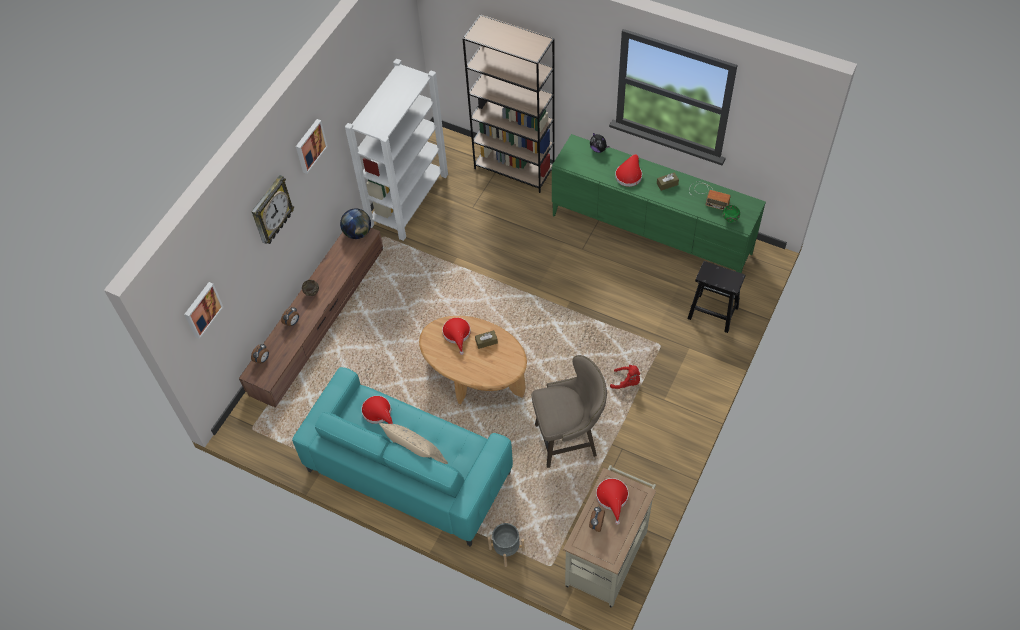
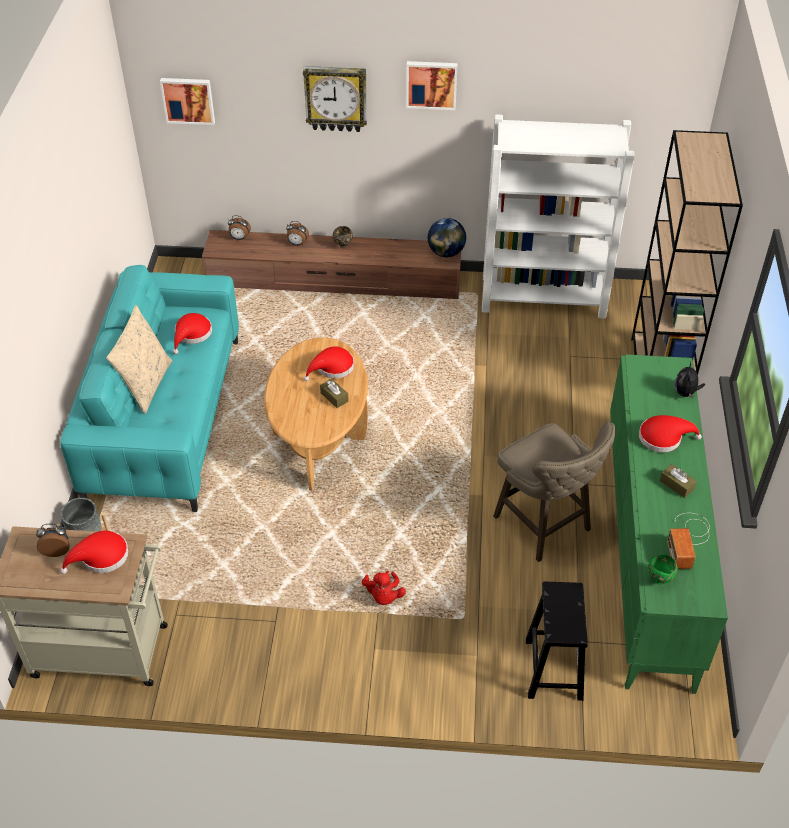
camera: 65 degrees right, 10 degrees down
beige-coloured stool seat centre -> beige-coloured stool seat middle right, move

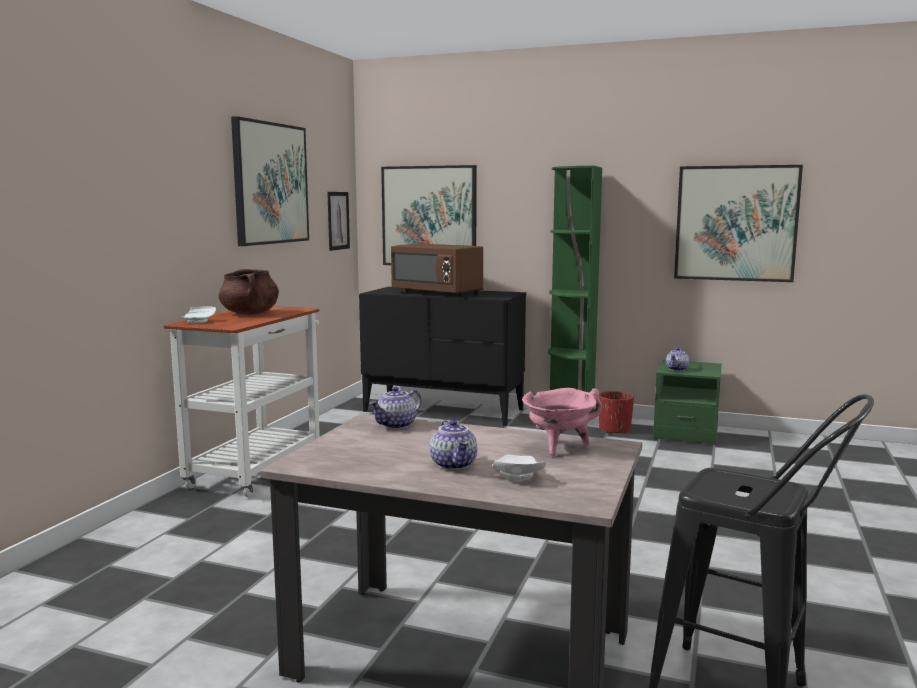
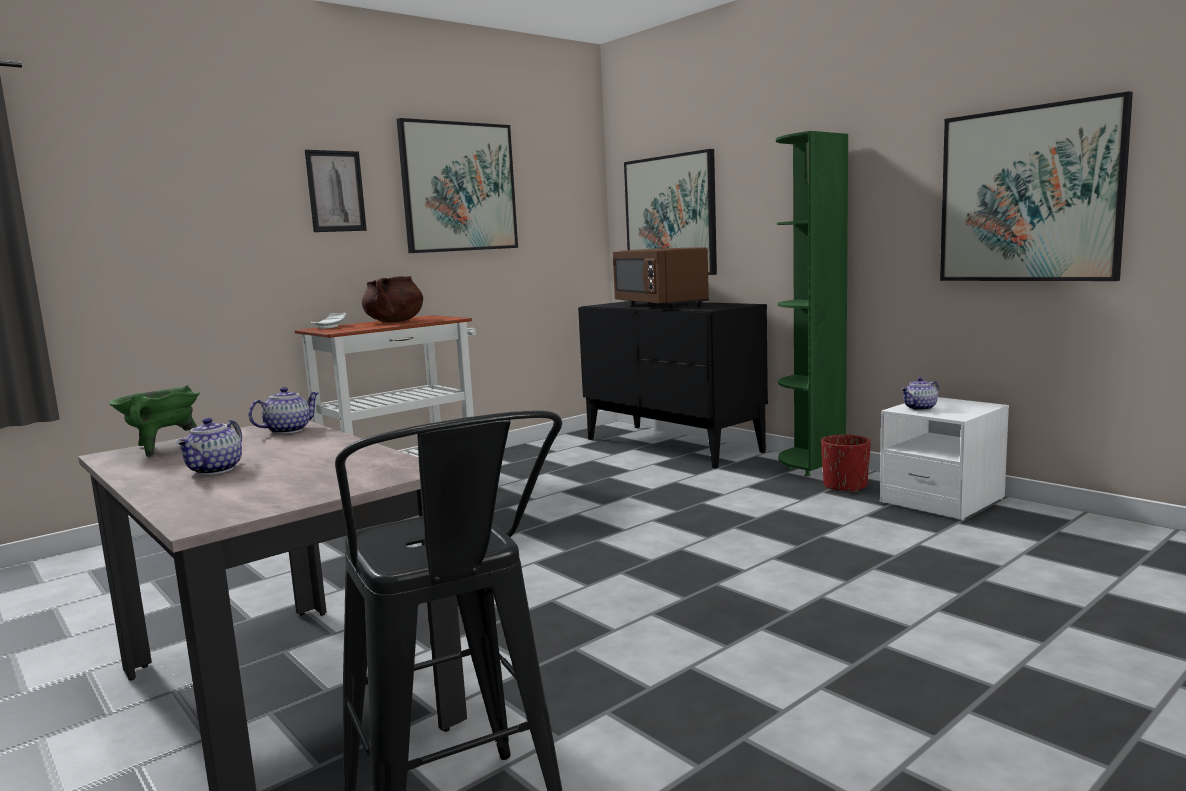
camera: 30 degrees right, 0 degrees up
wall art (2nd from left in the first image) top centre -> wall art (1st from left) top left, move
teapot (1st from left in the first image) centre -> teapot (2nd from left) middle left, 150 degrees clockwise
white-coloured dinner plate (2nd from left) bottom centre -> none
pinkish cooking pot centre -> none
green-coloured nightstand middle right -> white-coloured nightstand middle right
none -> green-coloured cooking pot middle left

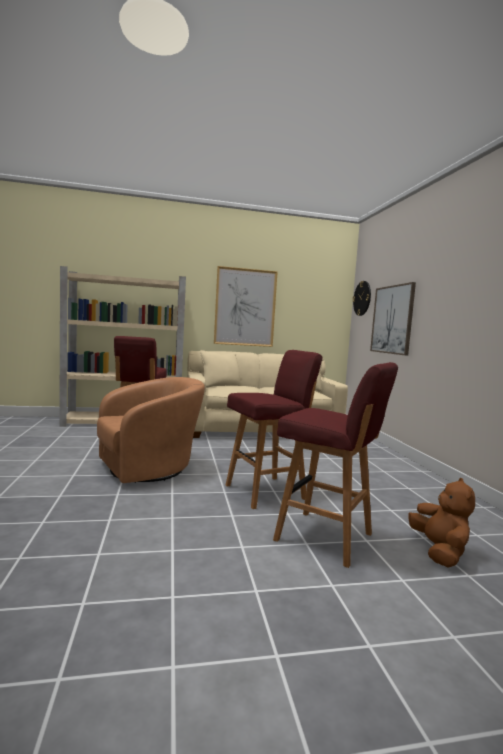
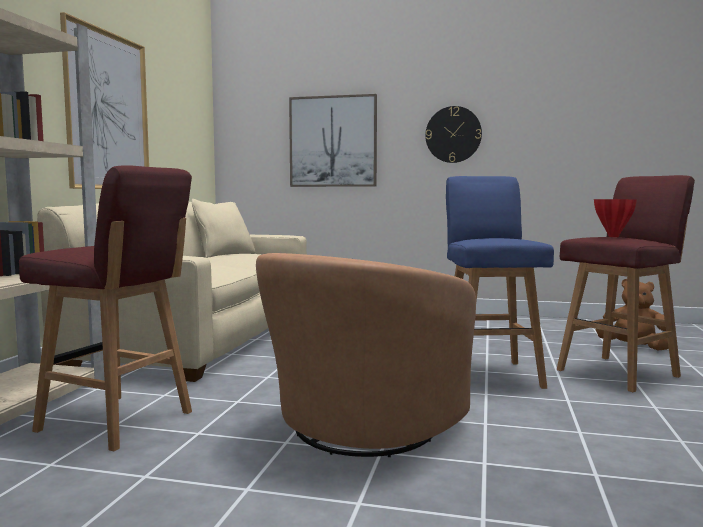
camera: 65 degrees left, 0 degrees up
brown-coloured lounge chair middle left -> brown-coloured lounge chair bottom centre, 135 degrees counterclockwise
red stool seat (2nd from left) centre -> blue-coloured stool seat middle right
hanging clock middle right -> hanging clock top centre, move
none -> red decorative vase middle right

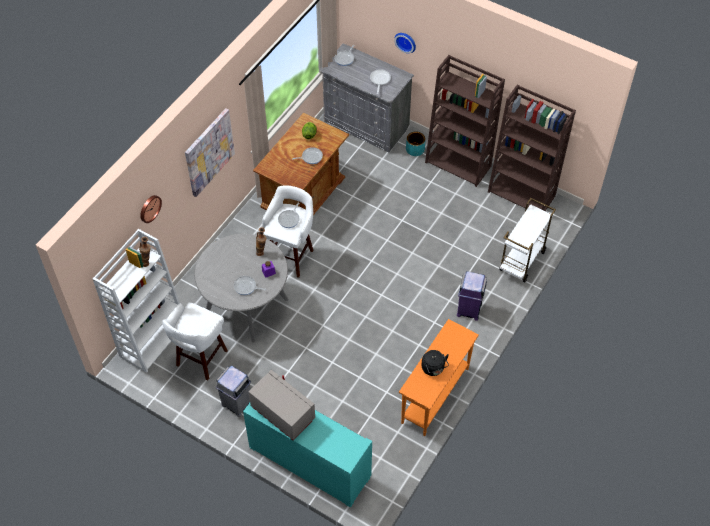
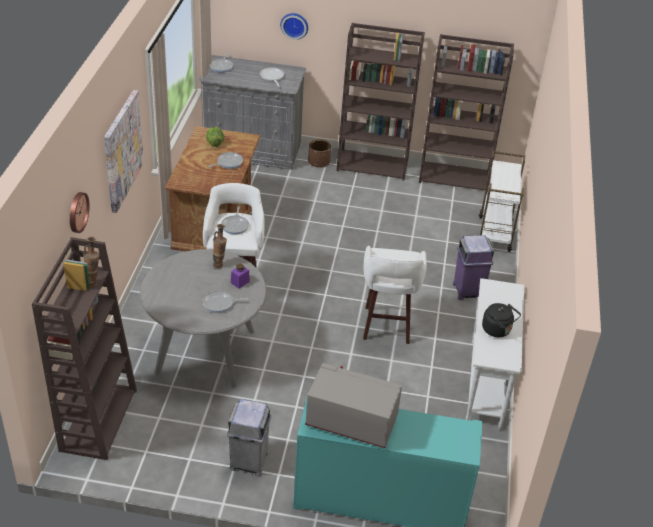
camera: 25 degrees left, 15 degrees down
white-coloured bookshelf middle left -> brown-coloured bookshelf (1st from left) middle left
white-coloured stool seat (1st from left in the first image) middle left -> white-coloured stool seat (2nd from left) centre, move
orange-coloured hall table bottom centre -> white-coloured hall table bottom right
turquoise-coloured flower pot top centre -> brown-coloured flower pot top centre

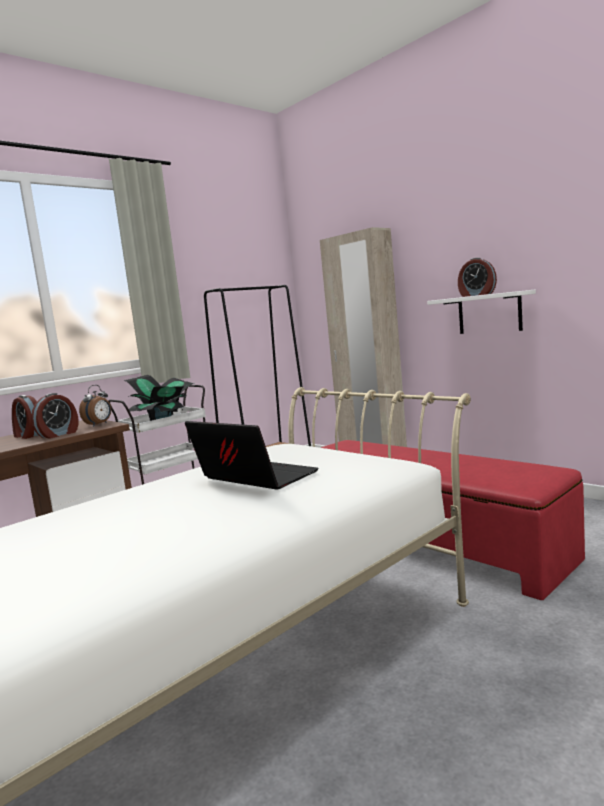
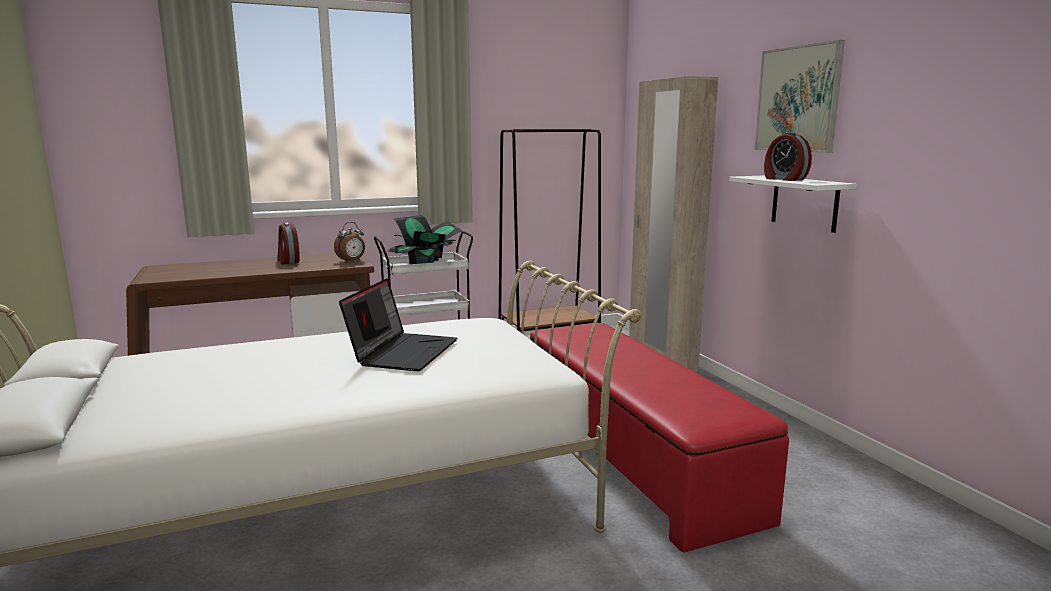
camera: 20 degrees right, 5 degrees up
bedside clock (2nd from left) middle left -> none
portable computer centre, 45 degrees clockwise
none -> wall art top right

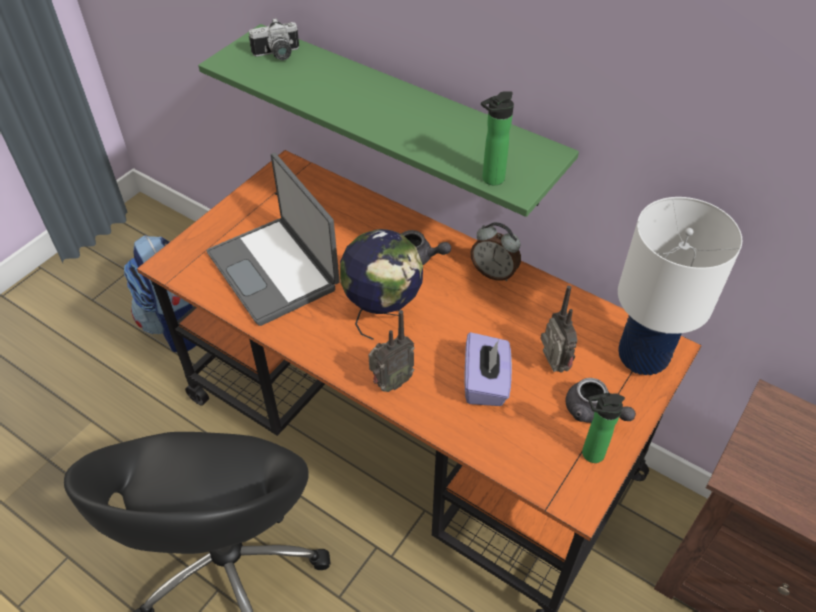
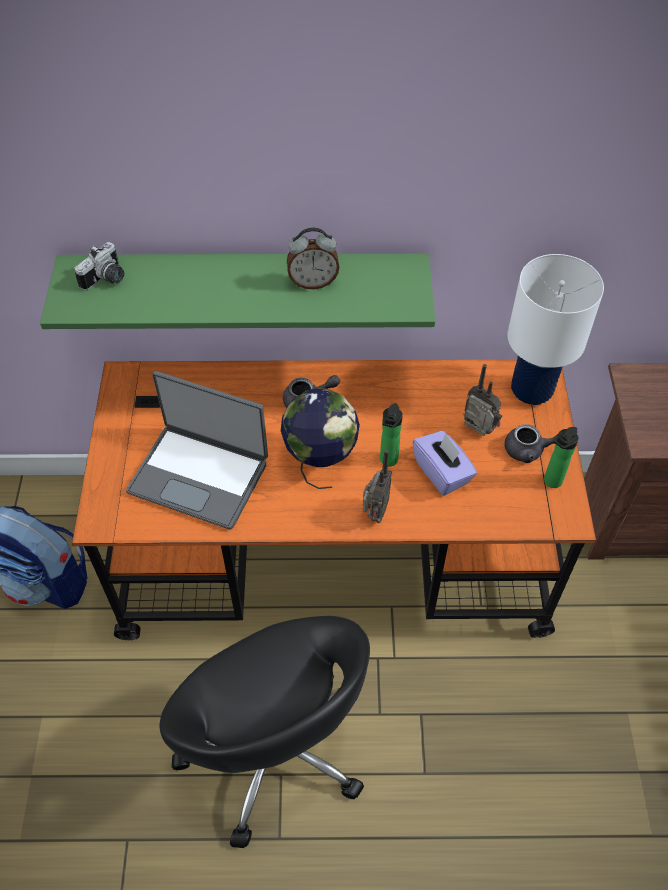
camera: 35 degrees left, 5 degrees up
bedside clock centre -> bedside clock top centre, move
beverage bottle (1st from left) top centre -> beverage bottle (1st from left) centre, move

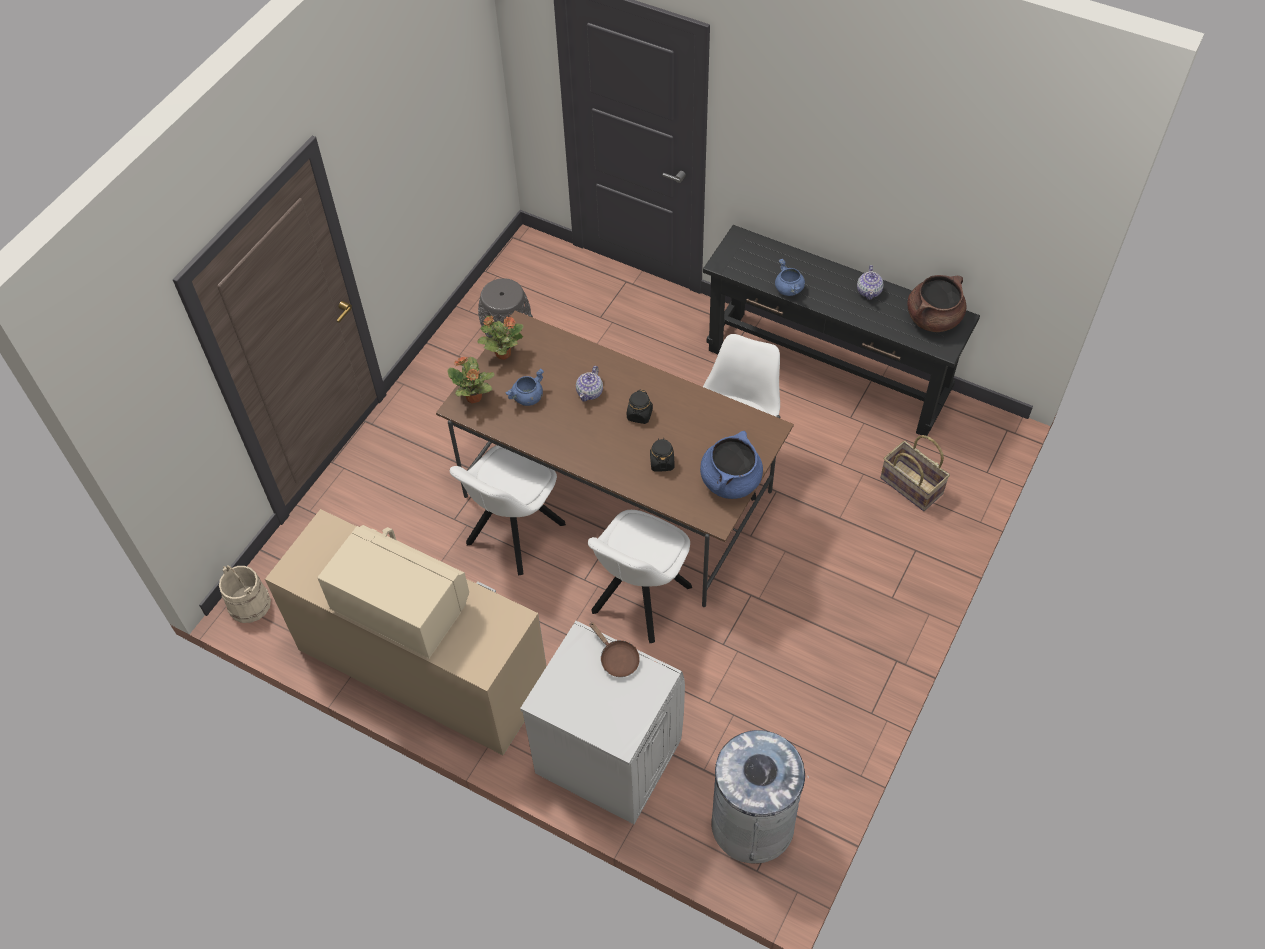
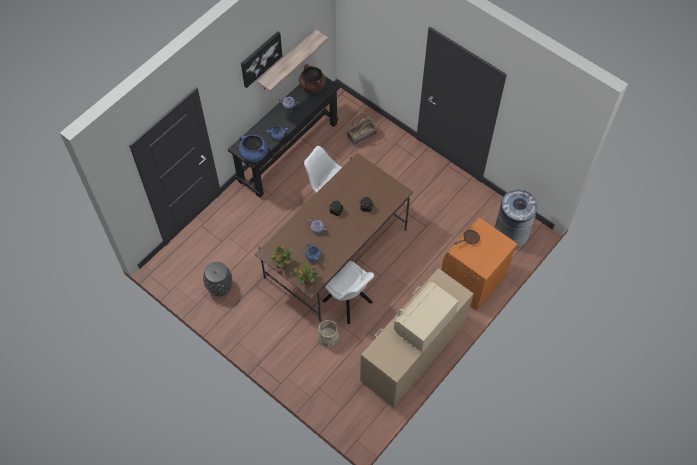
camera: 80 degrees left, 5 degrees up
beige-coloured pail middle left -> beige-coloured pail bottom centre, move
white-coloured laundry machine bottom centre -> orange-coloured laundry machine middle right
white-coloured plain chair (2nd from left) centre -> none
blue-coloured cooking pot (2nd from left in the first image) centre -> blue-coloured cooking pot (1st from left) top centre, move
none -> wall art top centre
none -> shelf top centre

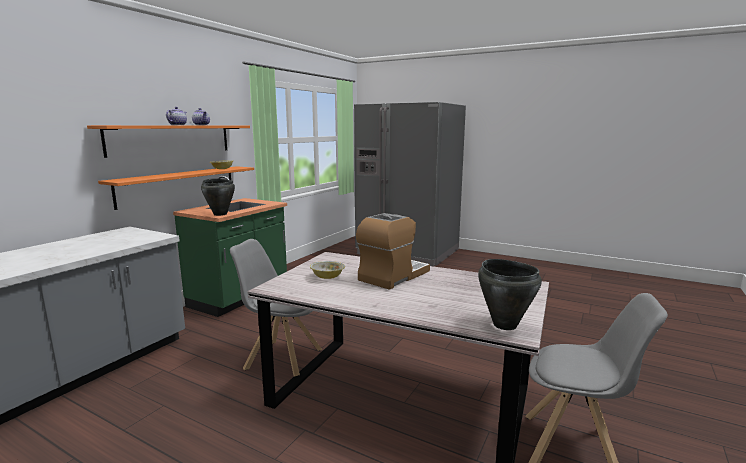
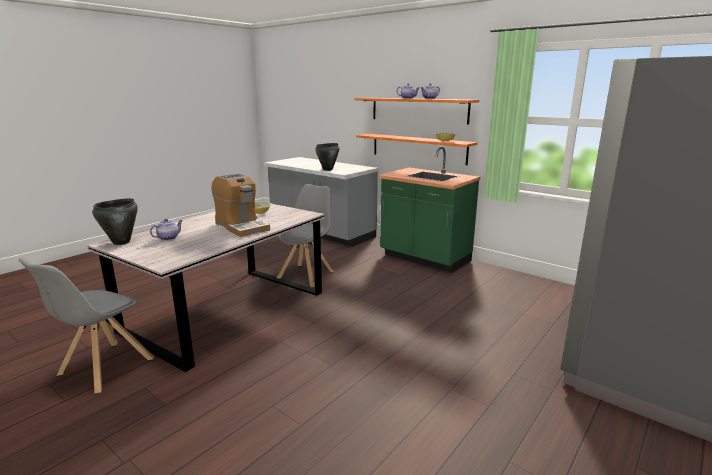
camera: 100 degrees right, 5 degrees up
black-coloured cooking pot (1st from left in the first image) middle left -> black-coloured cooking pot (2nd from left) top centre, move
none -> teapot (1st from left) middle left

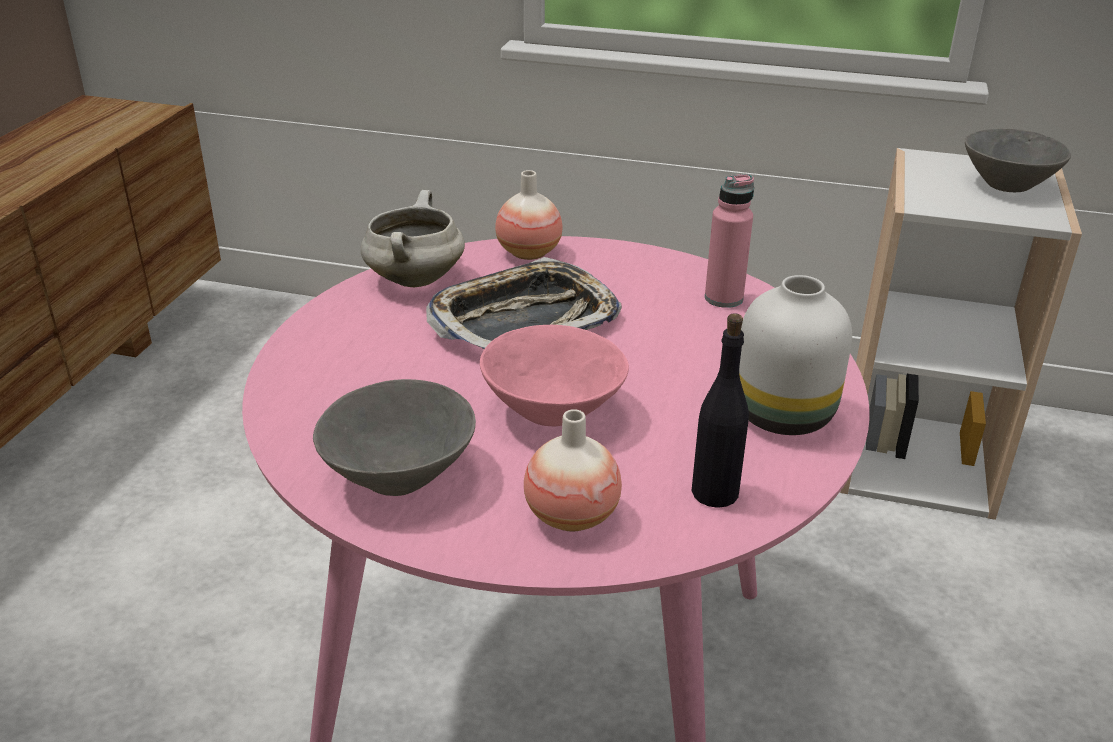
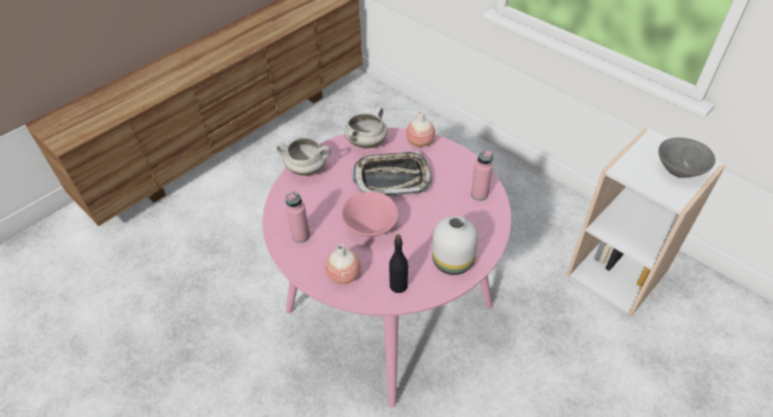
camera: 30 degrees right, 15 degrees up
grey bowl (1st from left) centre -> pinkish beverage bottle (1st from left) centre
none -> white-coloured cooking pot (1st from left) centre

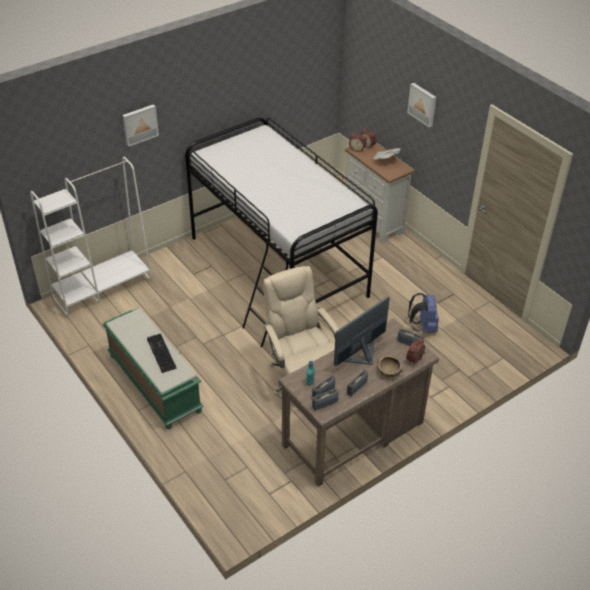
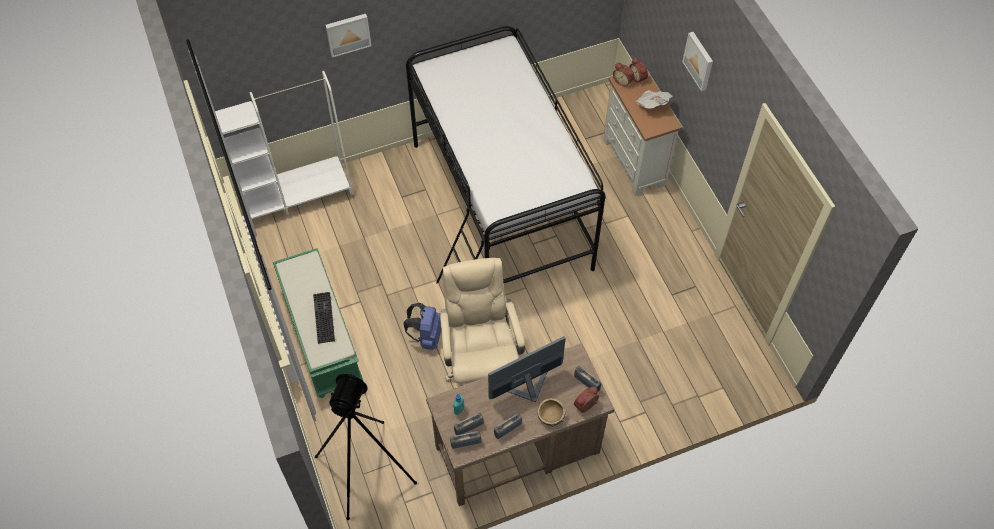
camera: 15 degrees right, 15 degrees up
blue-coloured knapsack middle right -> blue-coloured knapsack centre, move
none -> black-coloured floor lamp bottom centre

